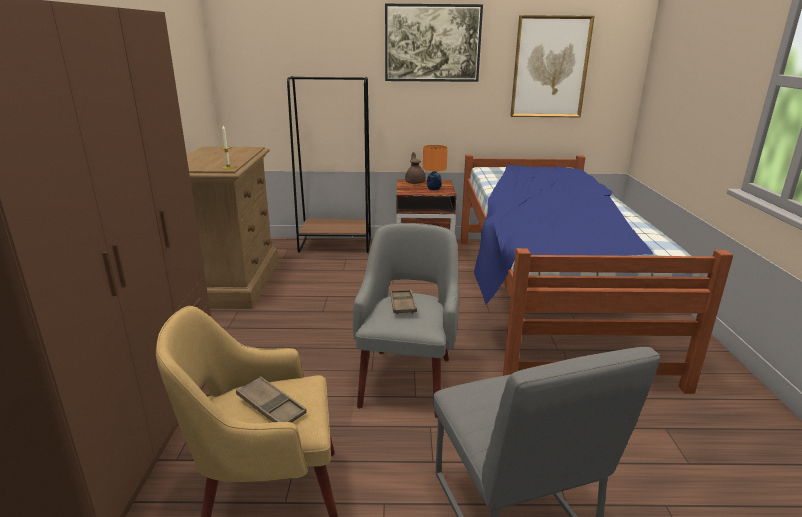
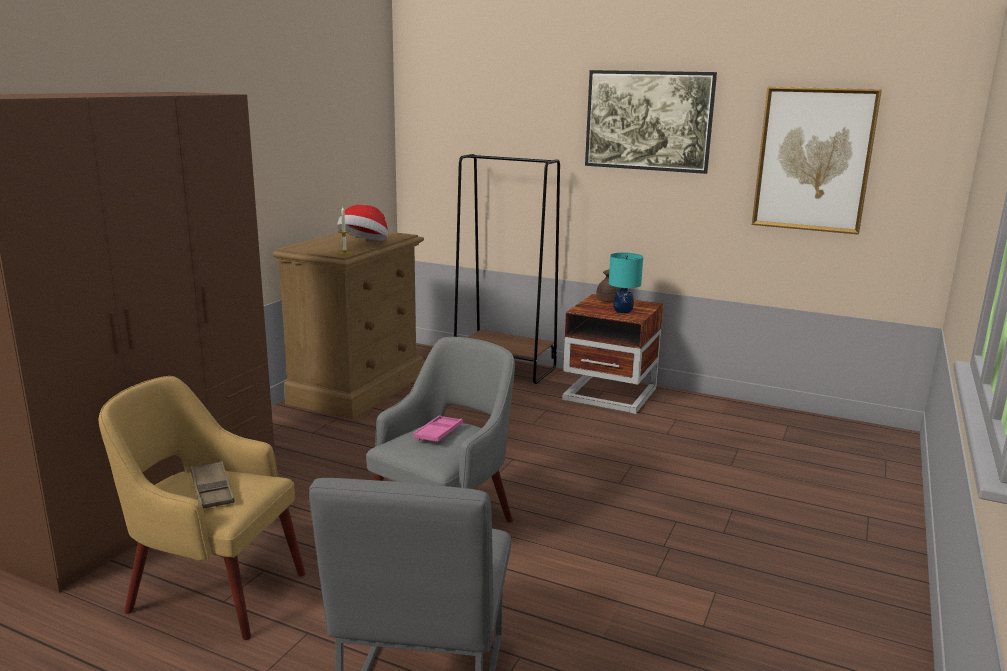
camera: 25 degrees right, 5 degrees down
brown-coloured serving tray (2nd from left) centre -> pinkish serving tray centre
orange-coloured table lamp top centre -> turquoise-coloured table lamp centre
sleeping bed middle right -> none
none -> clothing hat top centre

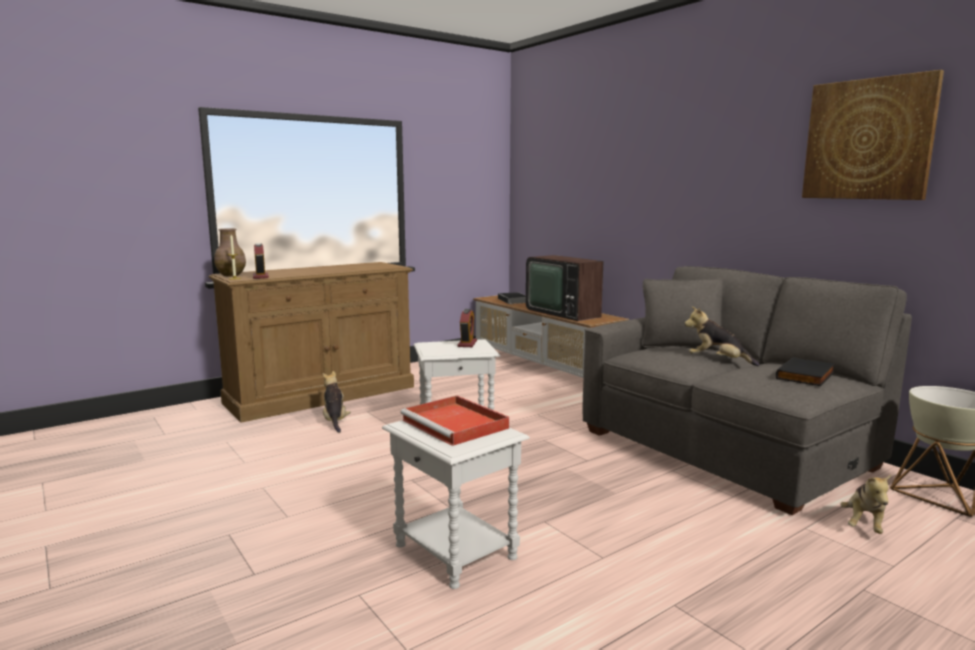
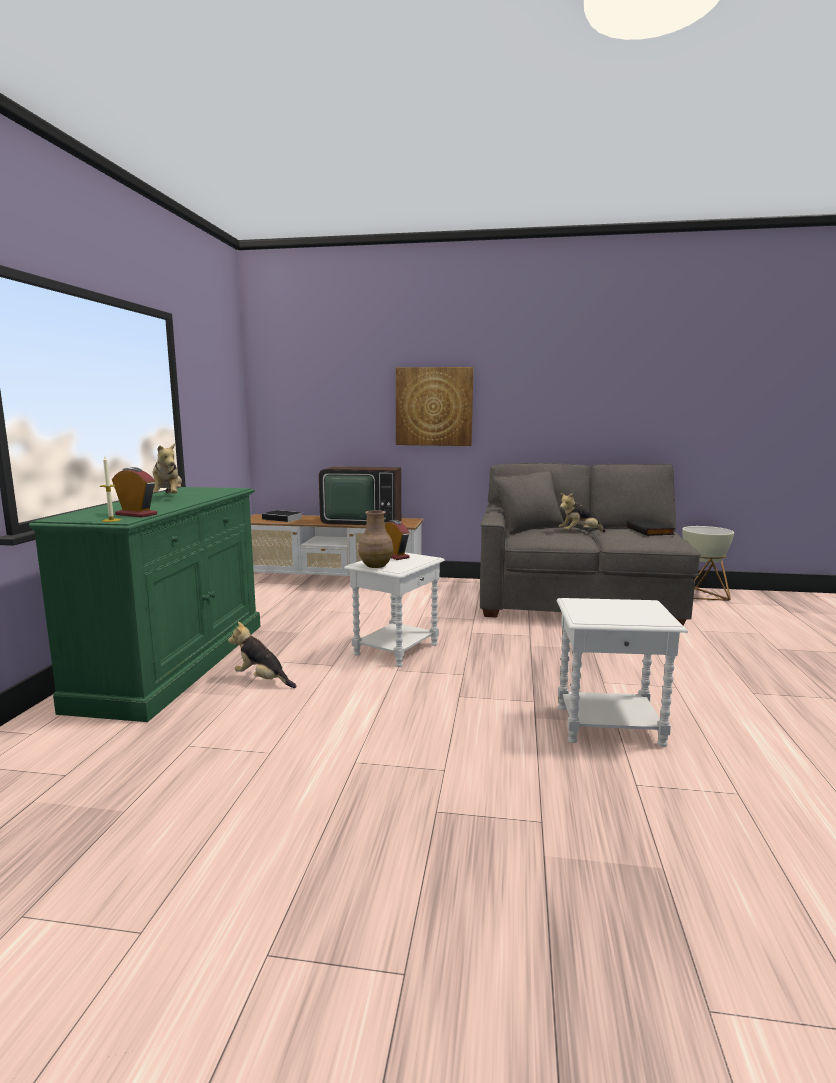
camera: 45 degrees left, 0 degrees up
brown-coloured cupboard middle left -> green-coloured cupboard middle left
brown-coloured decorative vase middle left -> brown-coloured decorative vase centre, move
red serving tray centre -> none
wall art top right -> wall art centre, move
cuddly toy (3rd from left in the first image) bottom right -> cuddly toy (1st from left) middle left, move

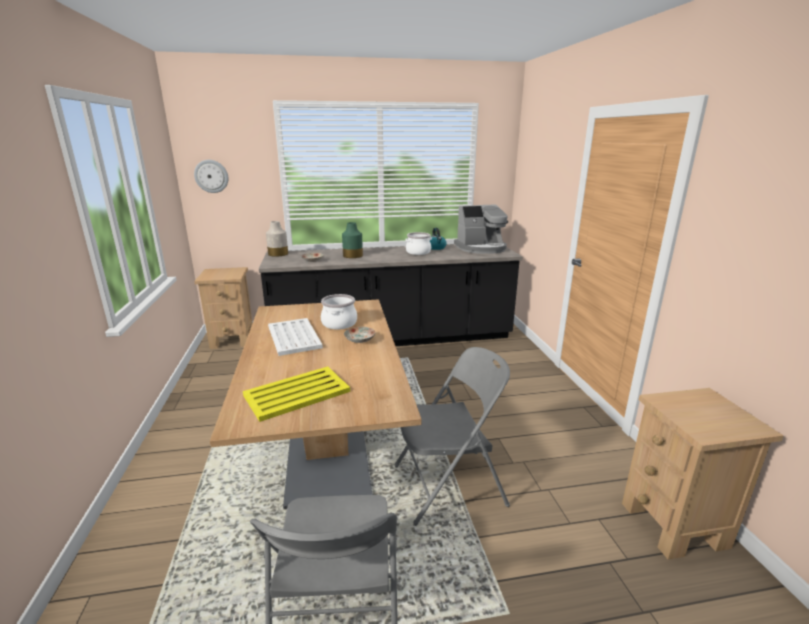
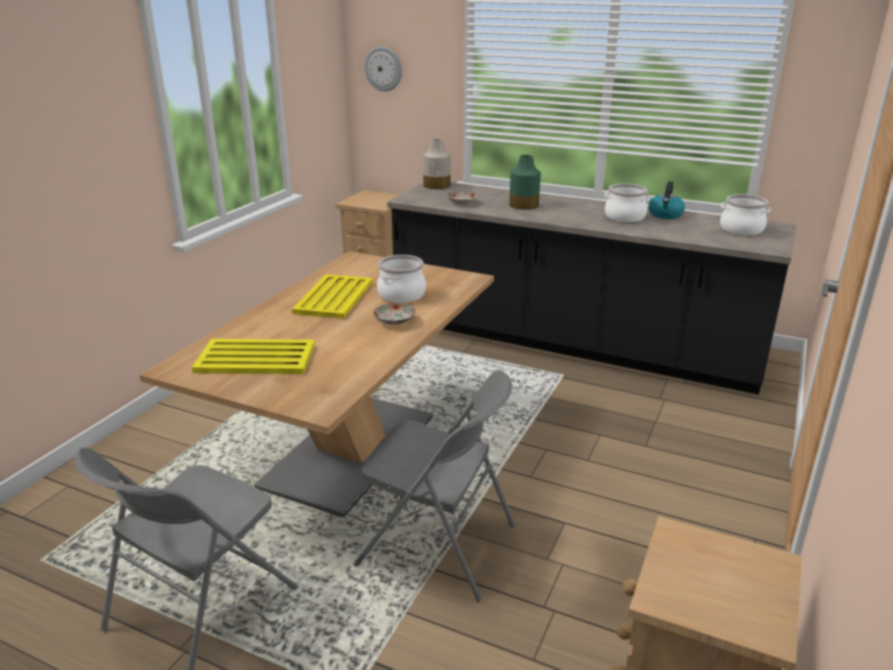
camera: 35 degrees right, 5 degrees up
white-coloured serving tray centre -> yellowish serving tray (2nd from left) centre
coffee brewer centre -> cooking pot (3rd from left) top right

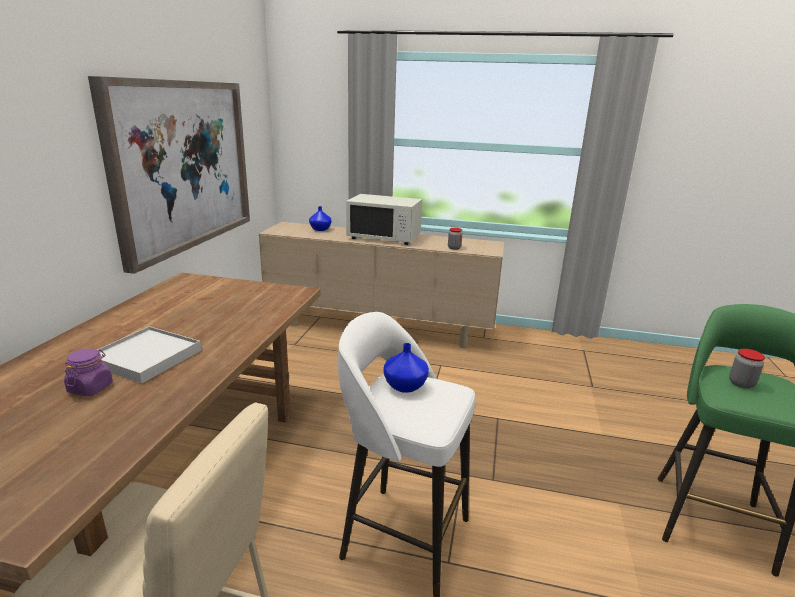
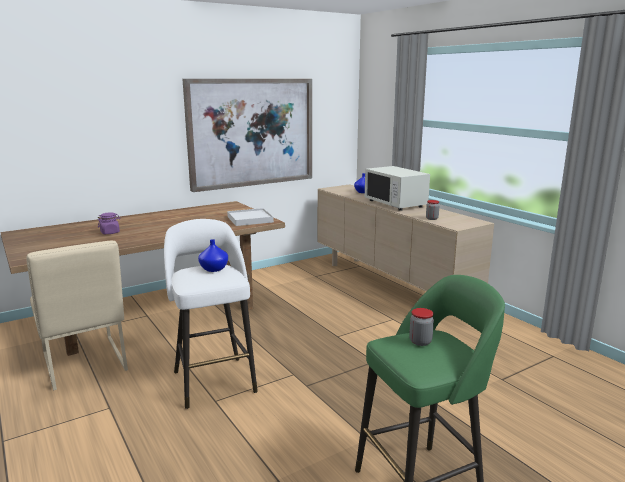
camera: 45 degrees right, 5 degrees down
white-coloured serving tray middle left -> white-coloured serving tray centre, move

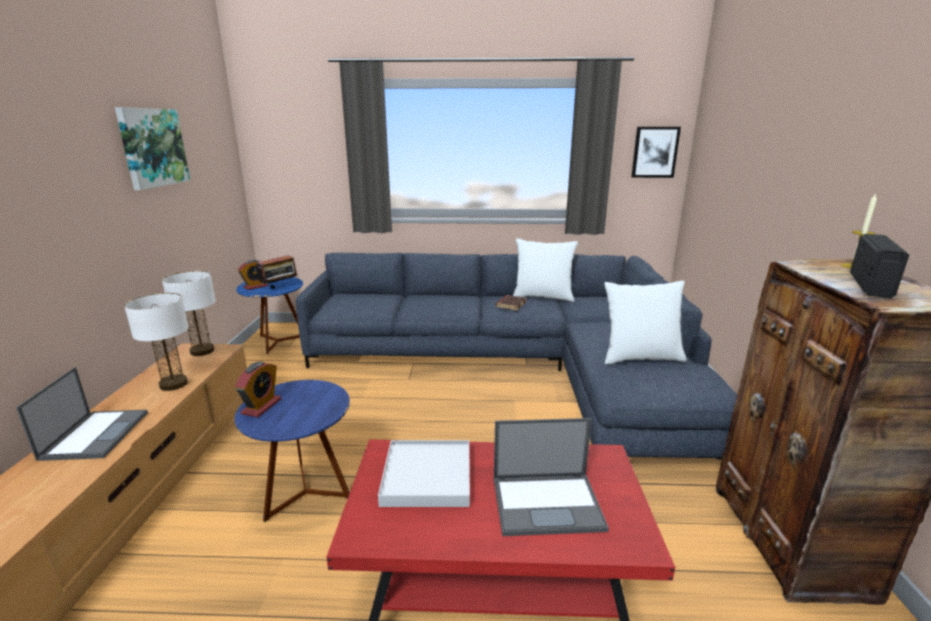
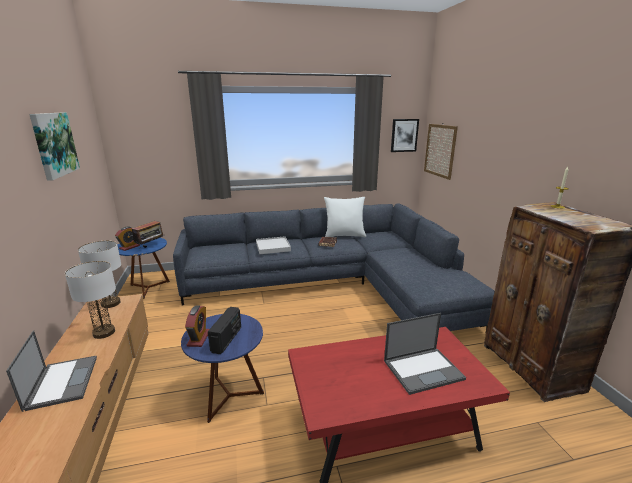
camera: 15 degrees left, 0 degrees up
white-coloured serving tray bottom centre -> white-coloured serving tray centre, move
white-coloured throw pillow (2nd from left) middle right -> none
radio receiver (2nd from left) middle right -> radio receiver (2nd from left) bottom centre, move
none -> wall art (3rd from left) top right

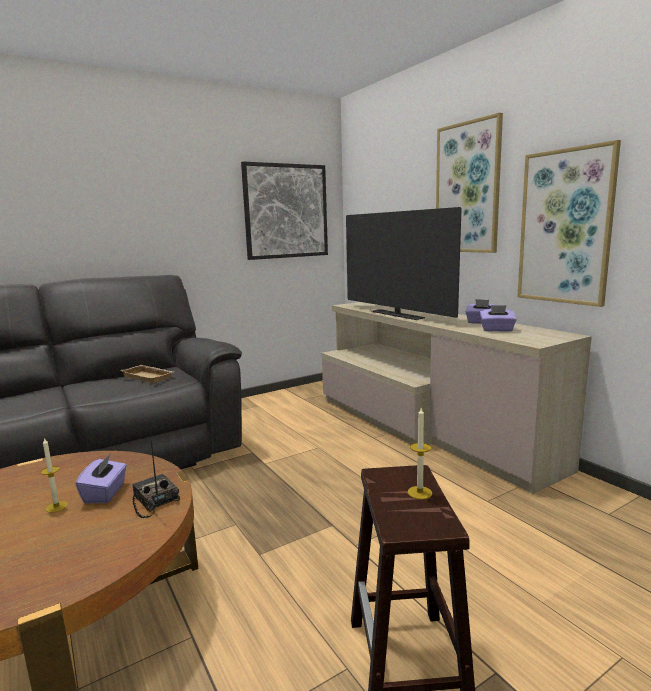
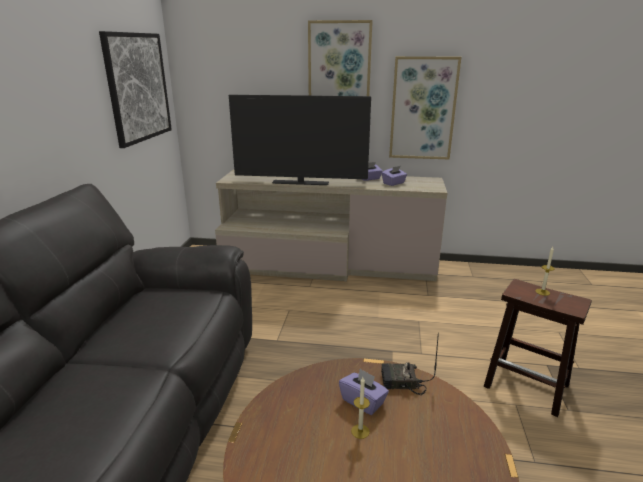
camera: 50 degrees left, 10 degrees up
beige-coloured serving tray middle left -> none

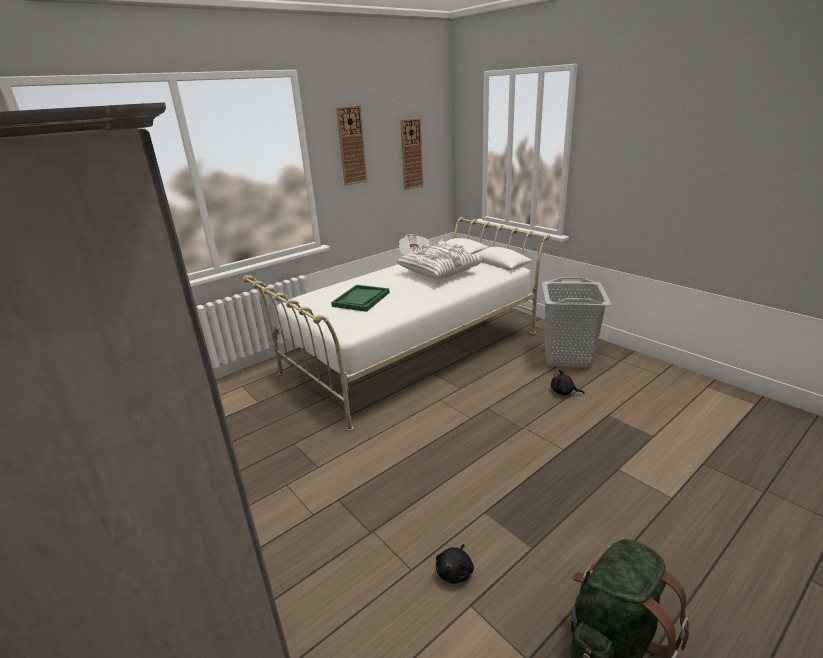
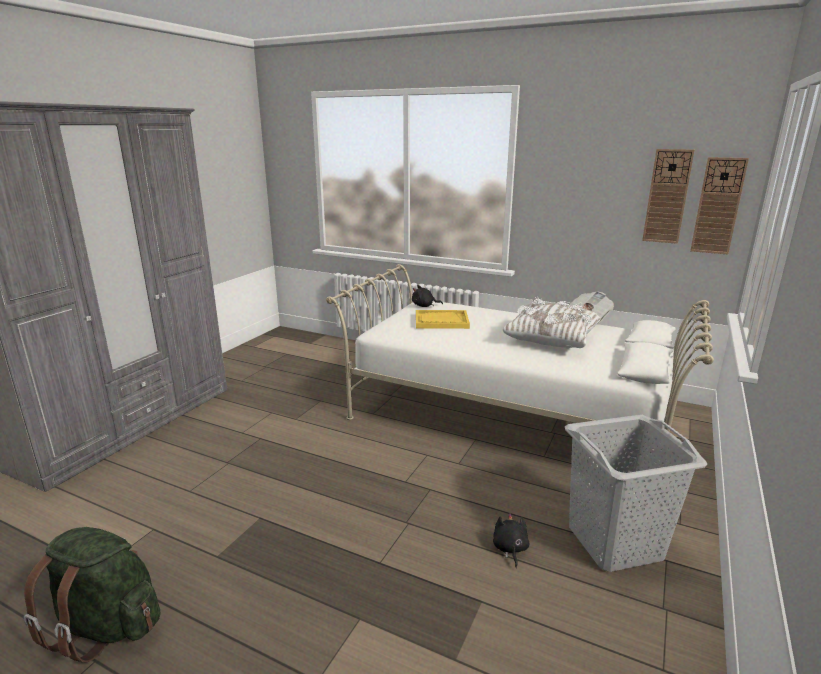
camera: 65 degrees right, 5 degrees down
green-coloured serving tray centre -> yellowish serving tray centre
hanging clock (1st from left in the first image) top centre -> hanging clock (2nd from left) top right, move
black-coloured cuddly toy (1st from left) bottom centre -> black-coloured cuddly toy (1st from left) centre, move

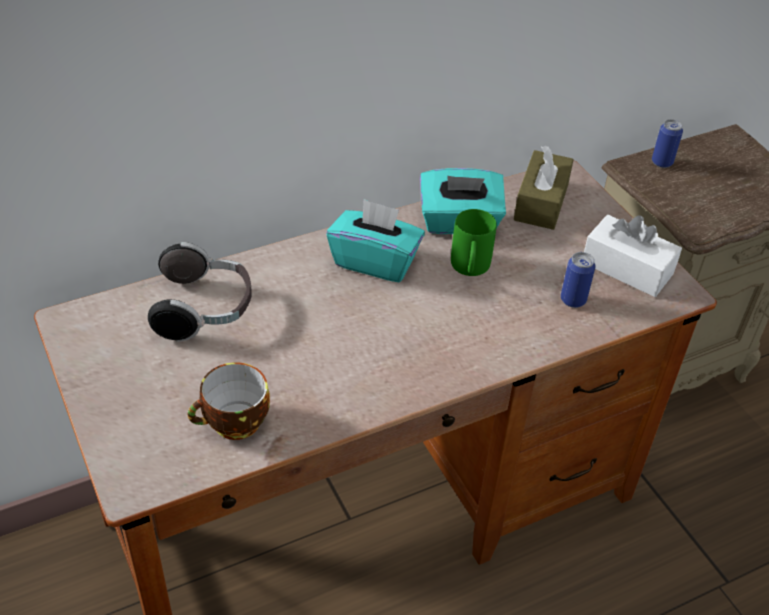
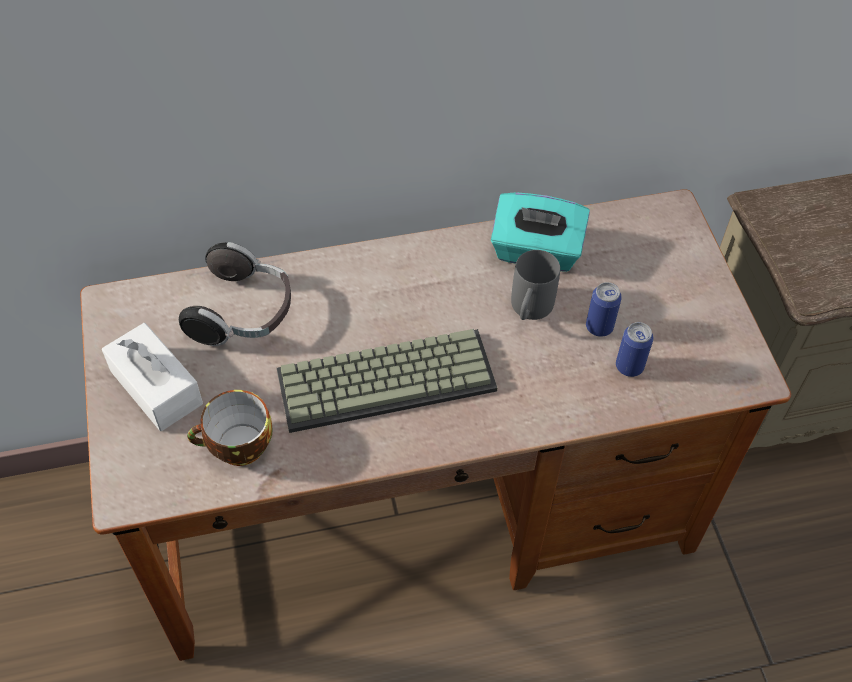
camera: 15 degrees right, 10 degrees up
turquoise-coloured tissue box (1st from left) centre -> none
green-coloured tea mug centre -> grey tea mug centre
brown-coloured tissue box top right -> none
white-coloured tissue box middle right -> white-coloured tissue box middle left, move
can (2nd from left in the first image) top right -> can (1st from left) middle right, move
none -> keyboard centre

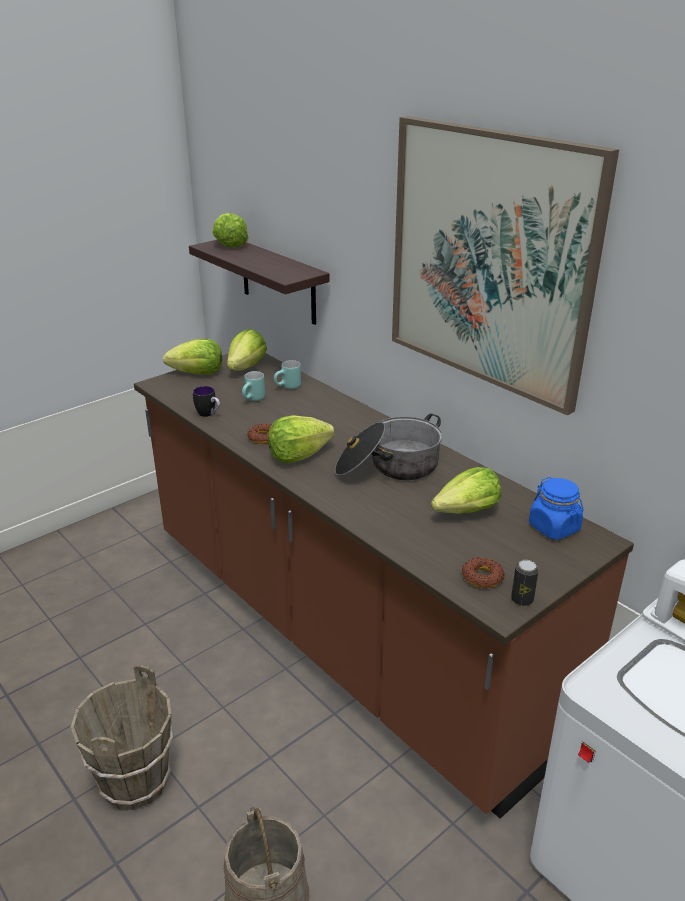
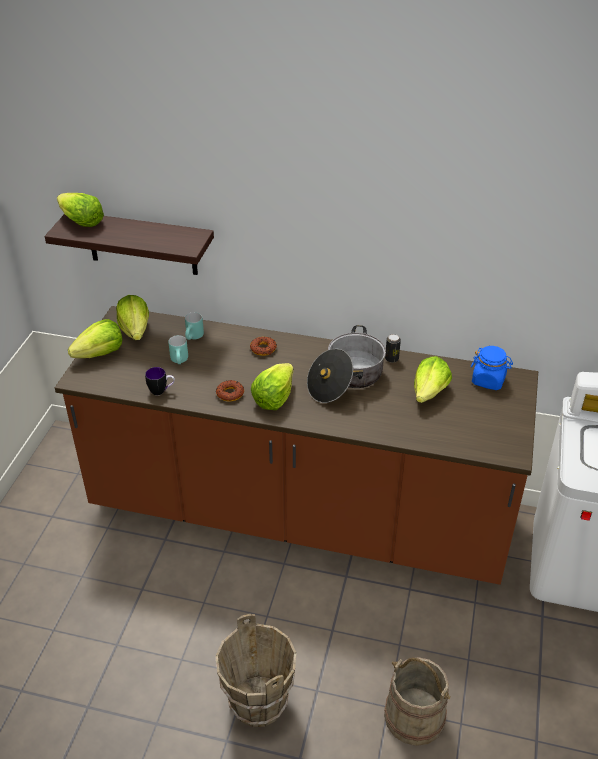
camera: 35 degrees left, 10 degrees up
wall art top right -> none
ring doughnut (2nd from left) middle right -> ring doughnut (2nd from left) centre, move
can middle right -> can centre, move

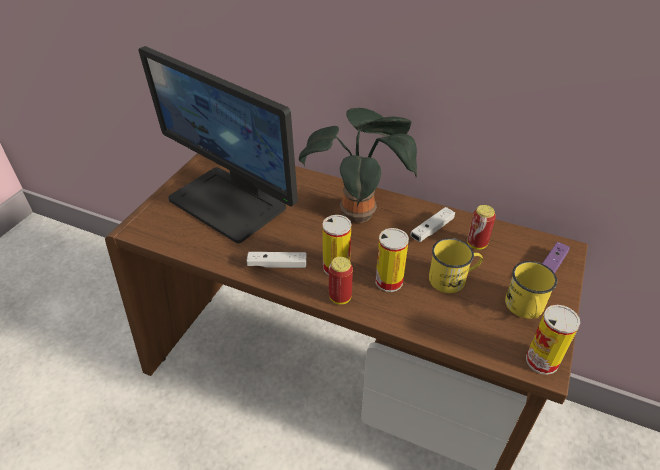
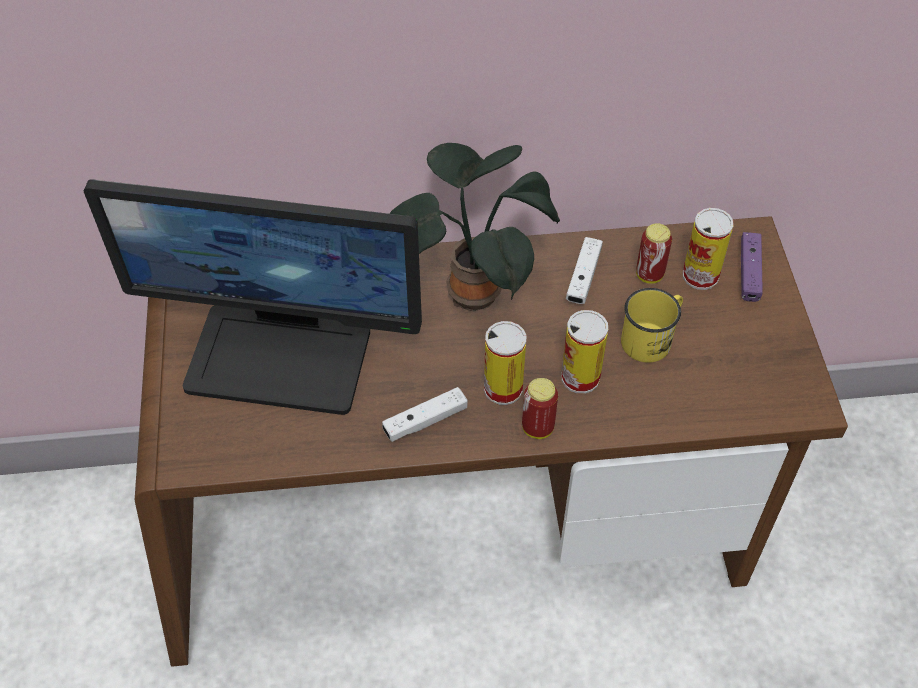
camera: 30 degrees left, 10 degrees up
yellowish tea mug (2nd from left) middle right -> none
can (5th from left) bottom right -> can (5th from left) middle right, move

